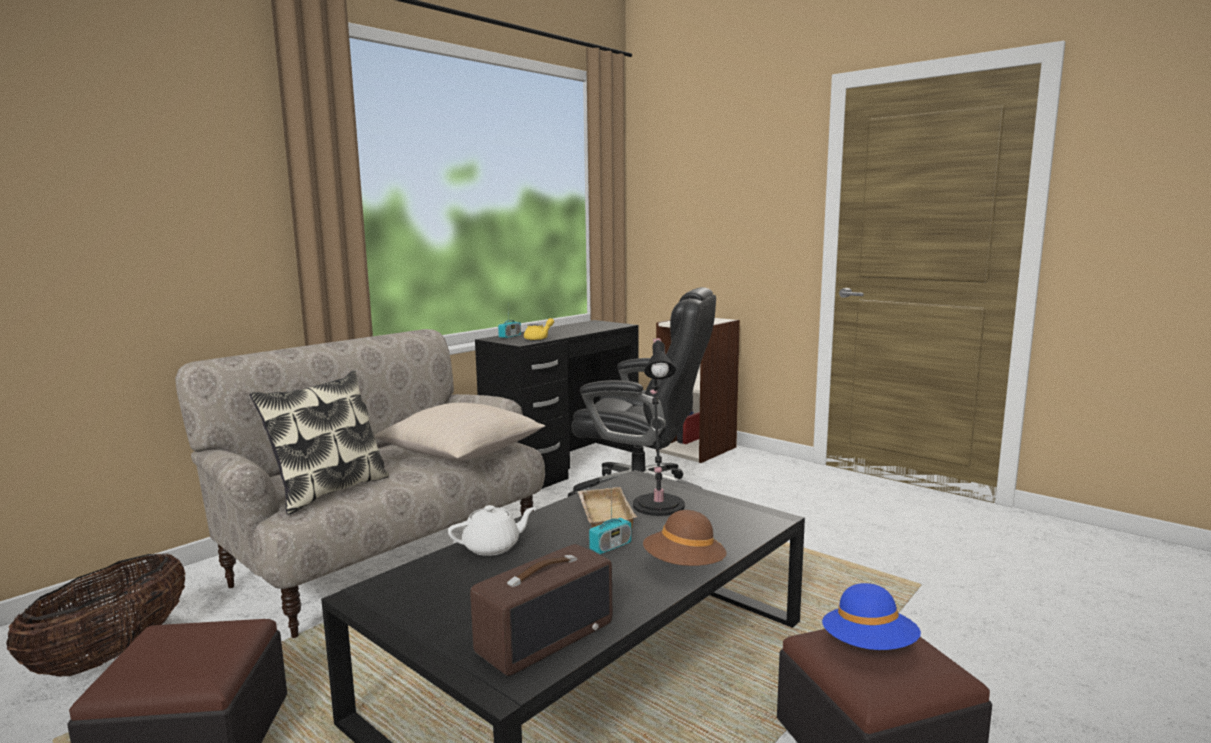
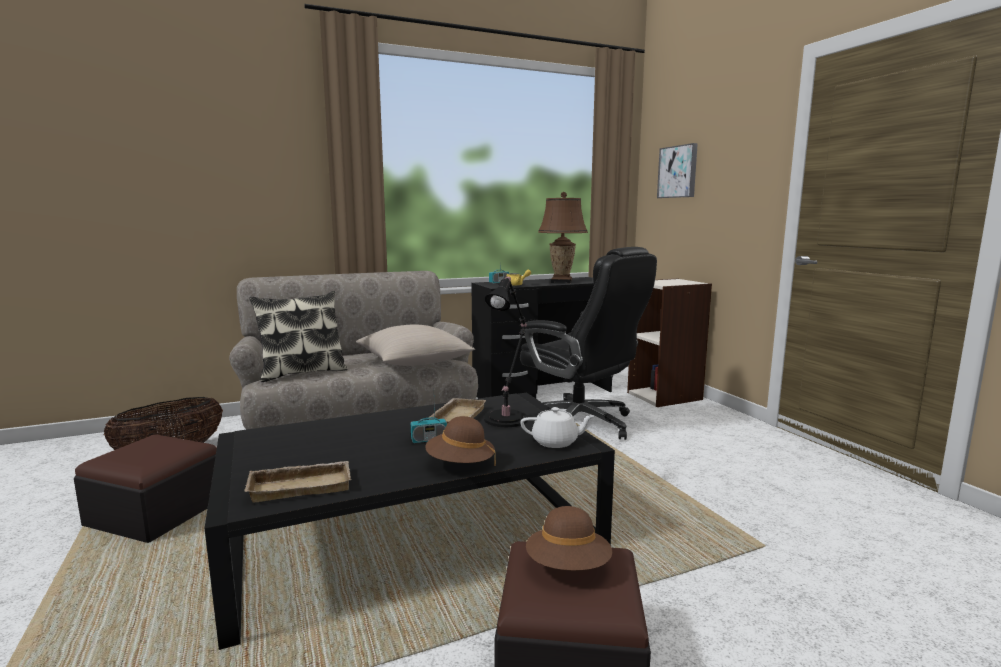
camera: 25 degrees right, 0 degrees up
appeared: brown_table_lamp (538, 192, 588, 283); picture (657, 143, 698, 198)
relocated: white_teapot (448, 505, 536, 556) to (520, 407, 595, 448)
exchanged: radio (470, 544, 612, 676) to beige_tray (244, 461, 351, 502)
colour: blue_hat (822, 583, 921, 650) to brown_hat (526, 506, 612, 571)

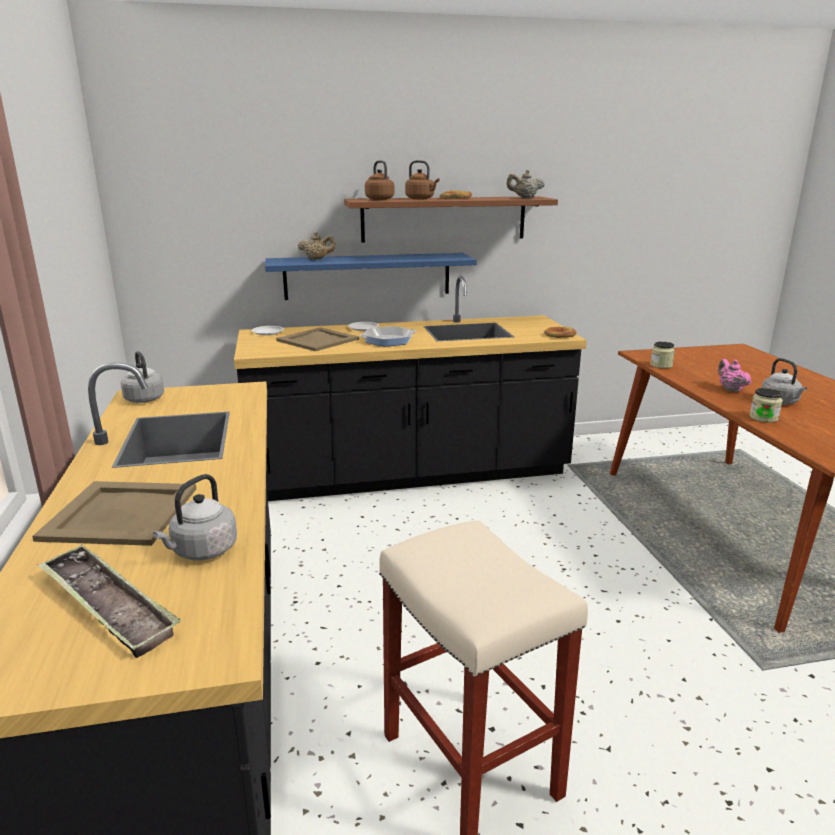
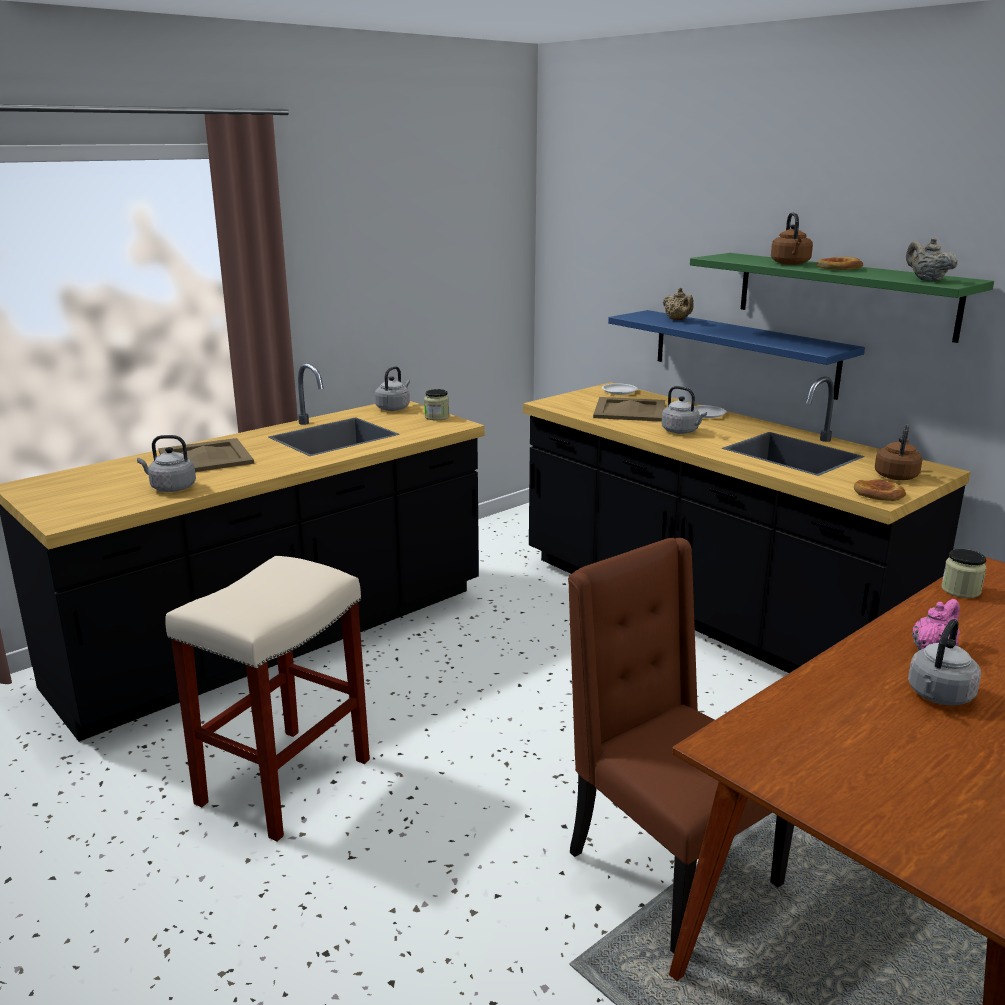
camera: 60 degrees right, 0 degrees up
missing: tray (38, 545, 181, 658)
appeared: brown_chair (568, 538, 794, 953)
relocated: jar (749, 388, 783, 423) to (424, 389, 449, 420); brown_kettle (365, 160, 394, 200) to (875, 425, 922, 480)
exchanged: frying_pan (360, 326, 417, 347) to grey_kettle (661, 386, 707, 434)
colour: brown_shelf (344, 196, 558, 242) to green_shelf (690, 253, 994, 343)

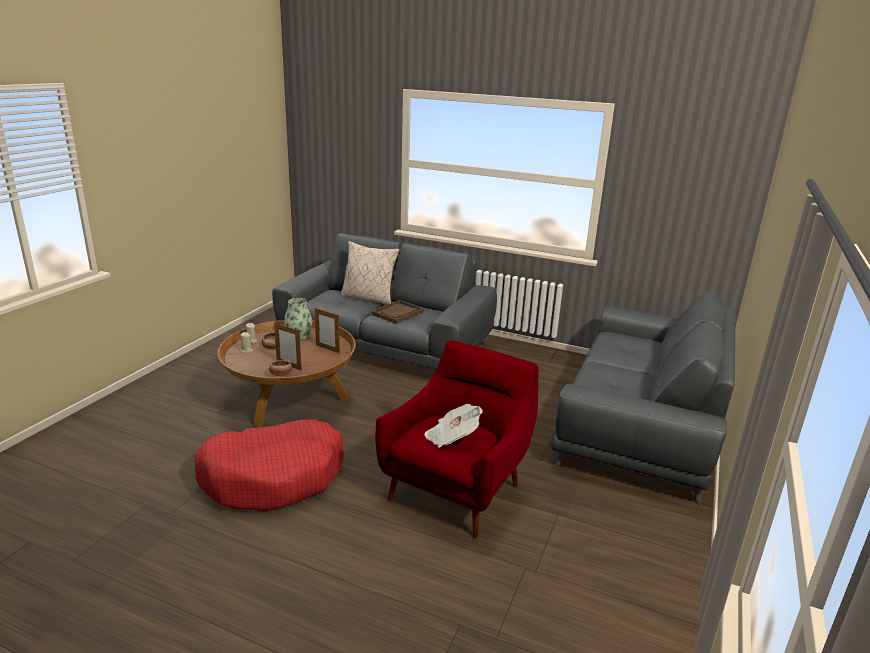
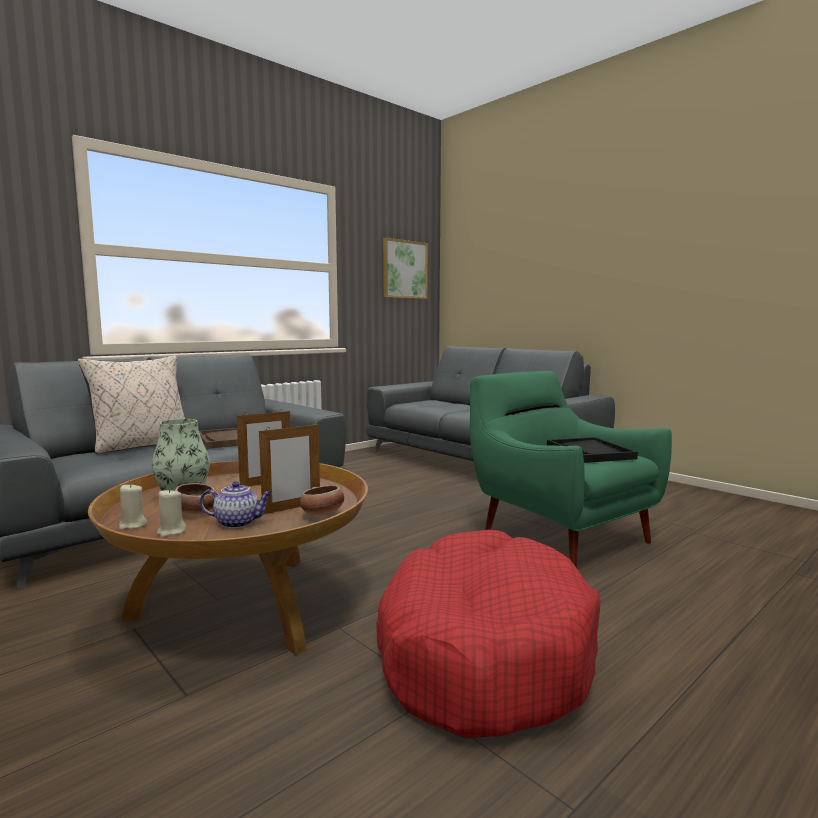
camera: 65 degrees left, 15 degrees down
appeared: teapot (200, 481, 272, 528); picture (383, 238, 428, 299)
exchanged: newspaper (424, 404, 483, 448) to black_tray (547, 437, 638, 463)
colour: red_armchair (376, 340, 538, 538) to green_armchair (470, 371, 672, 568)

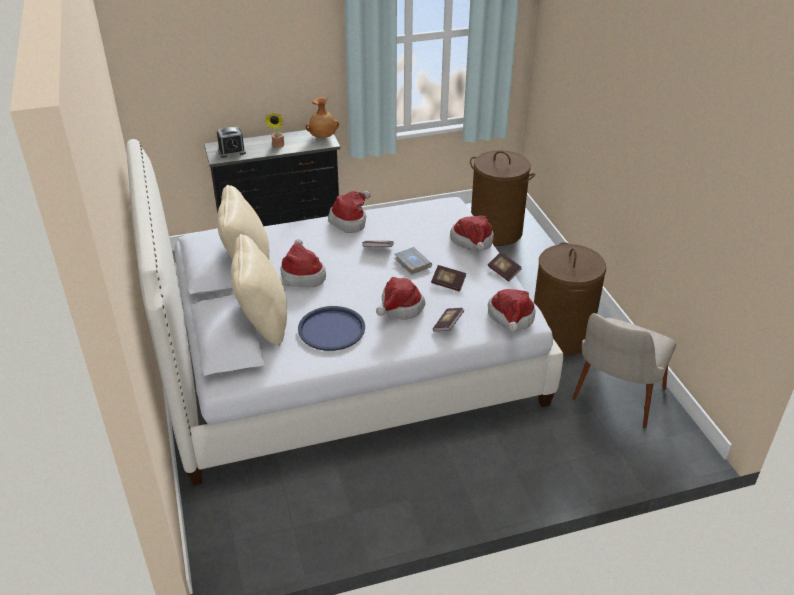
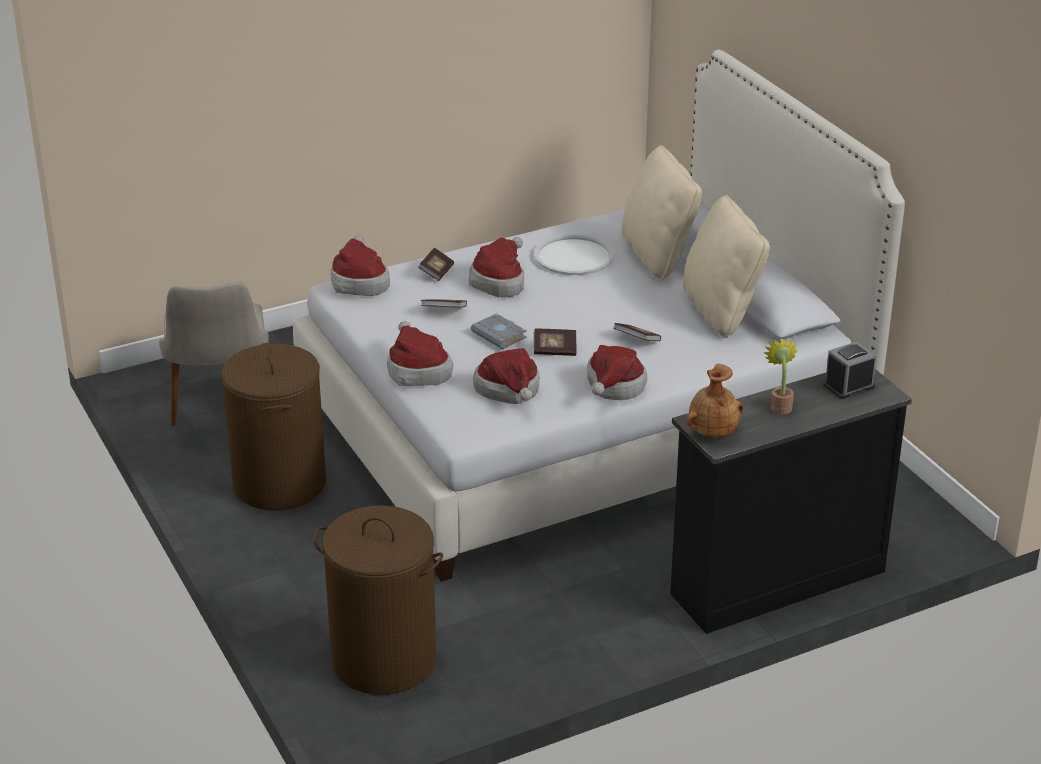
camera: 170 degrees right, 5 degrees down
relocated: hat (281, 239, 326, 287) to (473, 348, 540, 404); book (488, 252, 522, 282) to (613, 323, 661, 341)
colour: blue_tray (298, 306, 365, 351) to white_tray (534, 233, 614, 275)
spun: beige_chair (572, 313, 676, 428) = (159, 281, 269, 426) 150 degrees clockwise

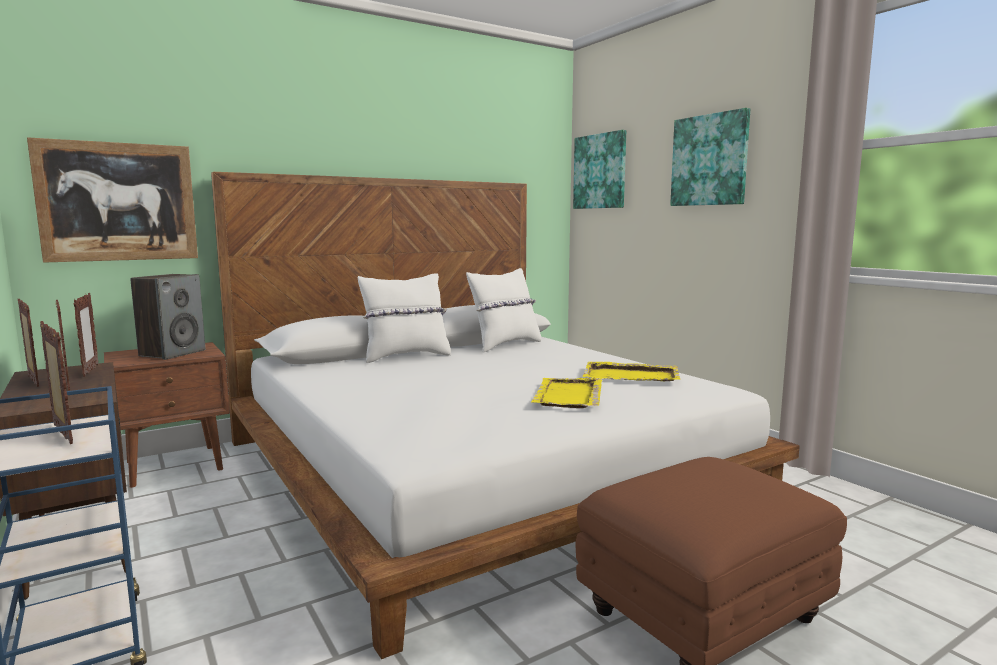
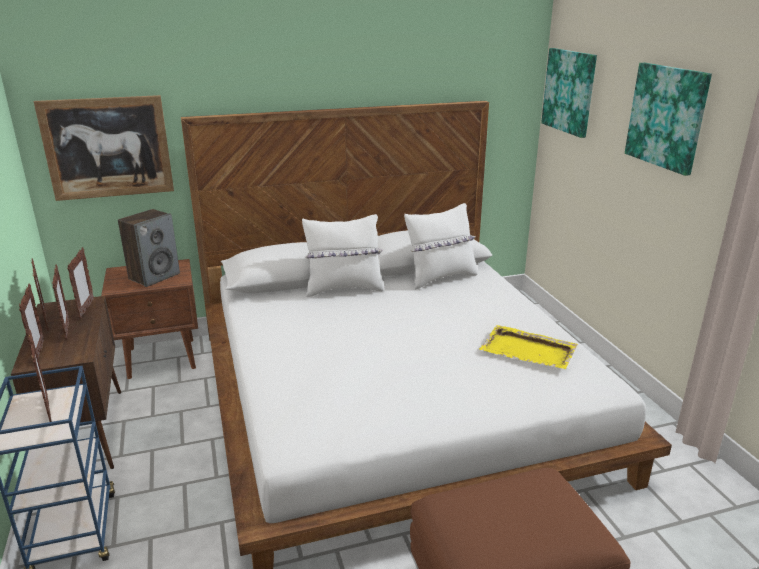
camera: 15 degrees right, 15 degrees up
missing: yellow_tray (531, 378, 602, 408)
appeared: picture_frame (19, 283, 44, 358)

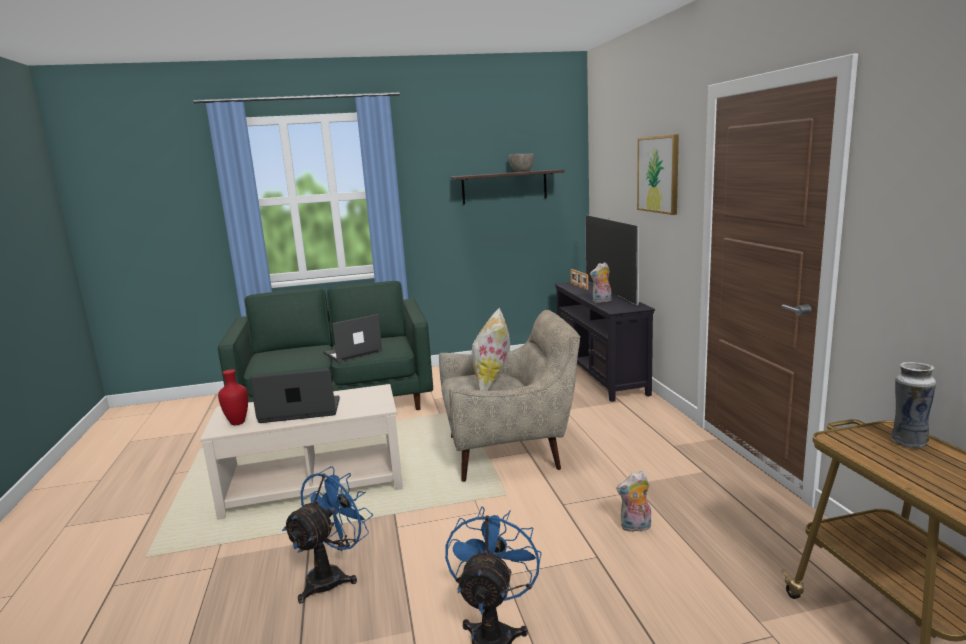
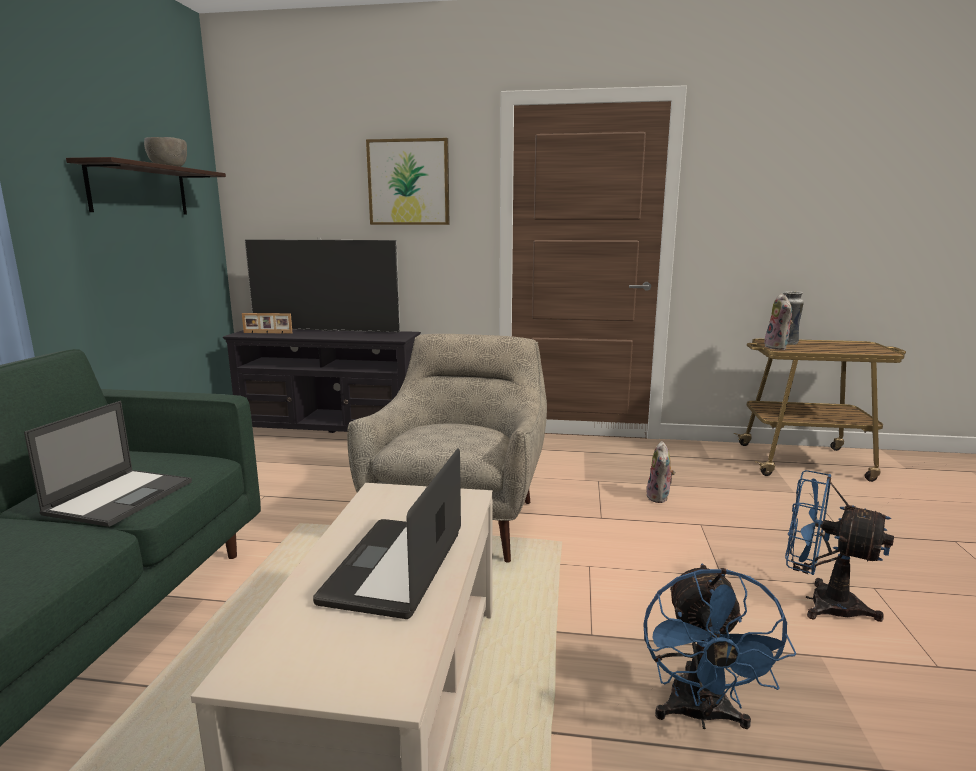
camera: 70 degrees left, 0 degrees up
missing: red_vase (218, 369, 248, 425); pillow (472, 307, 510, 391)
relocated: plush_toy (590, 262, 611, 303) to (764, 293, 793, 350)
spun: laptop (323, 314, 383, 362) = (24, 401, 192, 527) 150 degrees counterclockwise; blue_fan (282, 466, 373, 604) = (643, 564, 797, 729) 135 degrees counterclockwise

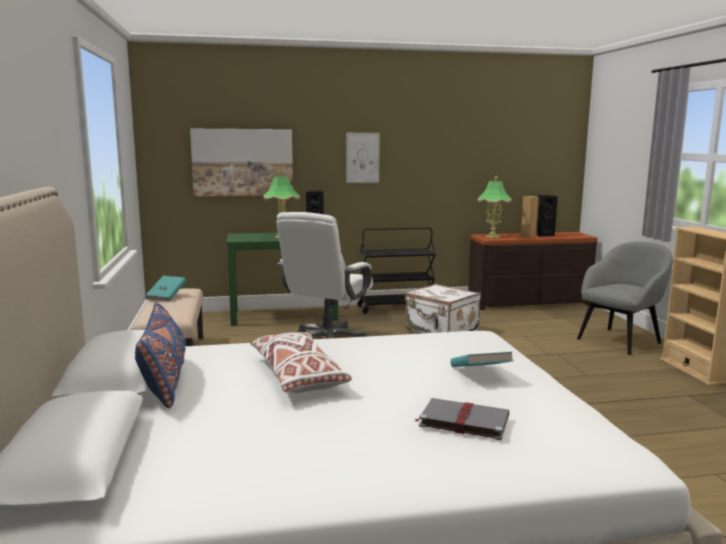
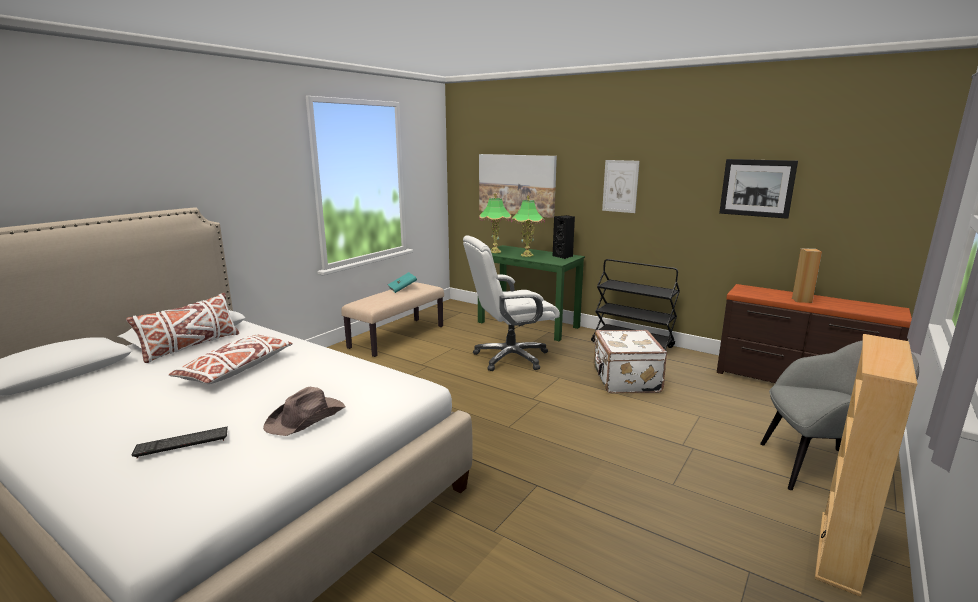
camera: 45 degrees right, 5 degrees up
missing: black_speaker (536, 195, 558, 236)
appeared: picture (719, 159, 798, 219)
relocated: table_lamp (478, 176, 512, 238) to (479, 194, 511, 253)
exchanged: grey_book (415, 398, 509, 440) to keyboard (131, 426, 228, 458); turquoise_book (450, 352, 514, 367) to brown_hat (263, 387, 346, 436)
colour: blue_pillow (135, 302, 185, 408) to white_pillow (126, 293, 239, 363)

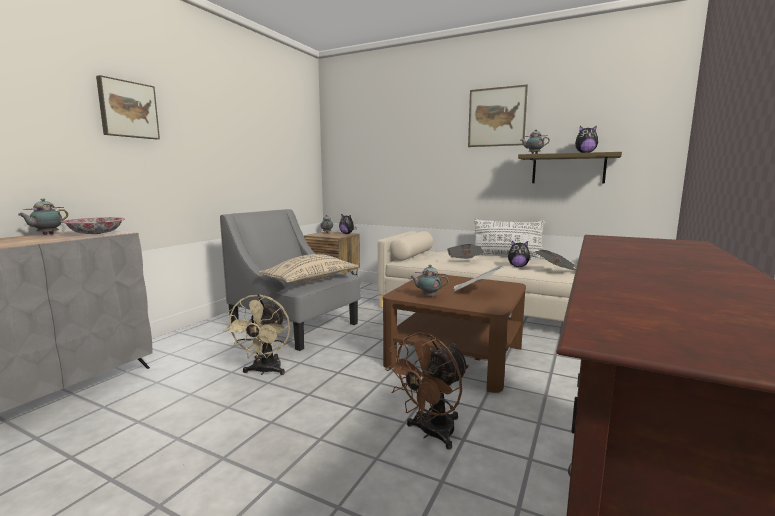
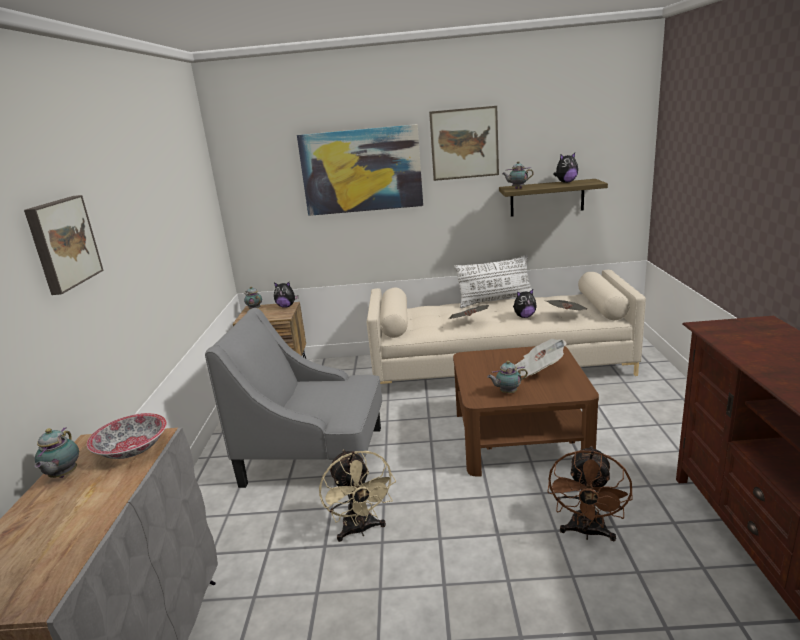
camera: 25 degrees left, 10 degrees up
missing: beige_pillow (259, 254, 358, 283)
appeared: picture (297, 124, 423, 216)

